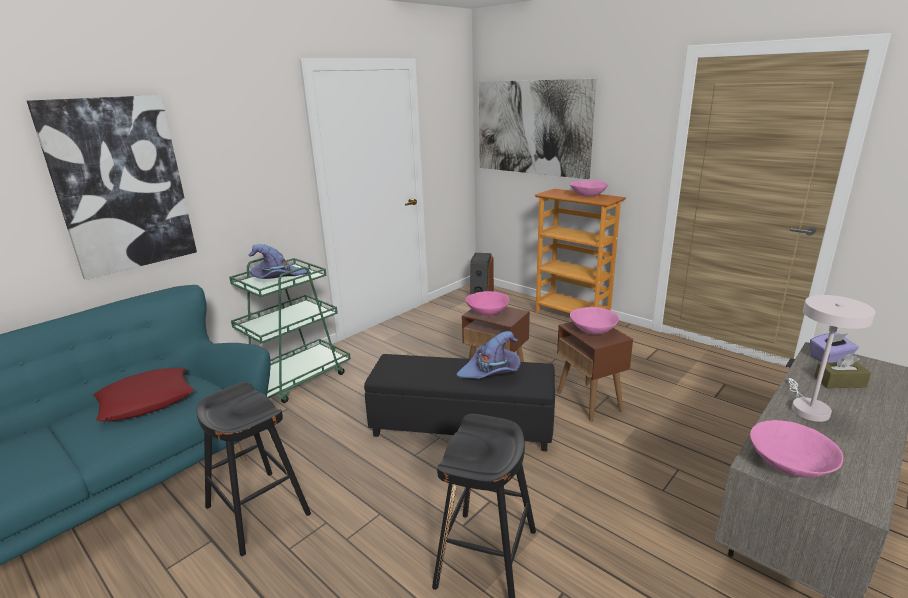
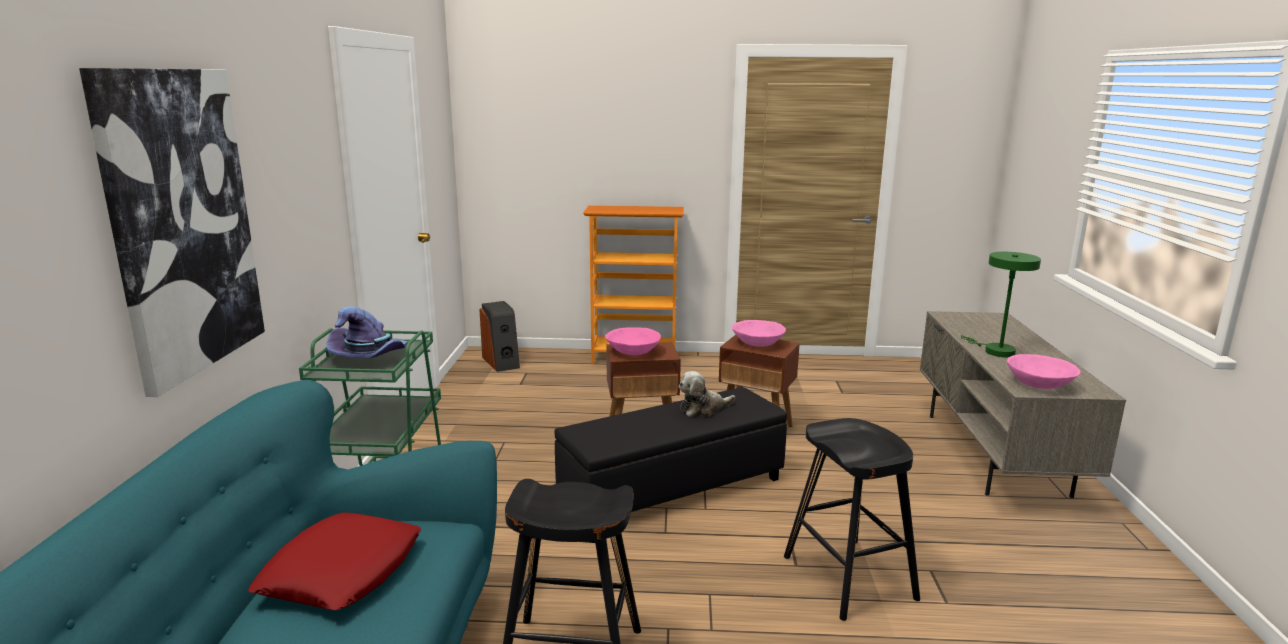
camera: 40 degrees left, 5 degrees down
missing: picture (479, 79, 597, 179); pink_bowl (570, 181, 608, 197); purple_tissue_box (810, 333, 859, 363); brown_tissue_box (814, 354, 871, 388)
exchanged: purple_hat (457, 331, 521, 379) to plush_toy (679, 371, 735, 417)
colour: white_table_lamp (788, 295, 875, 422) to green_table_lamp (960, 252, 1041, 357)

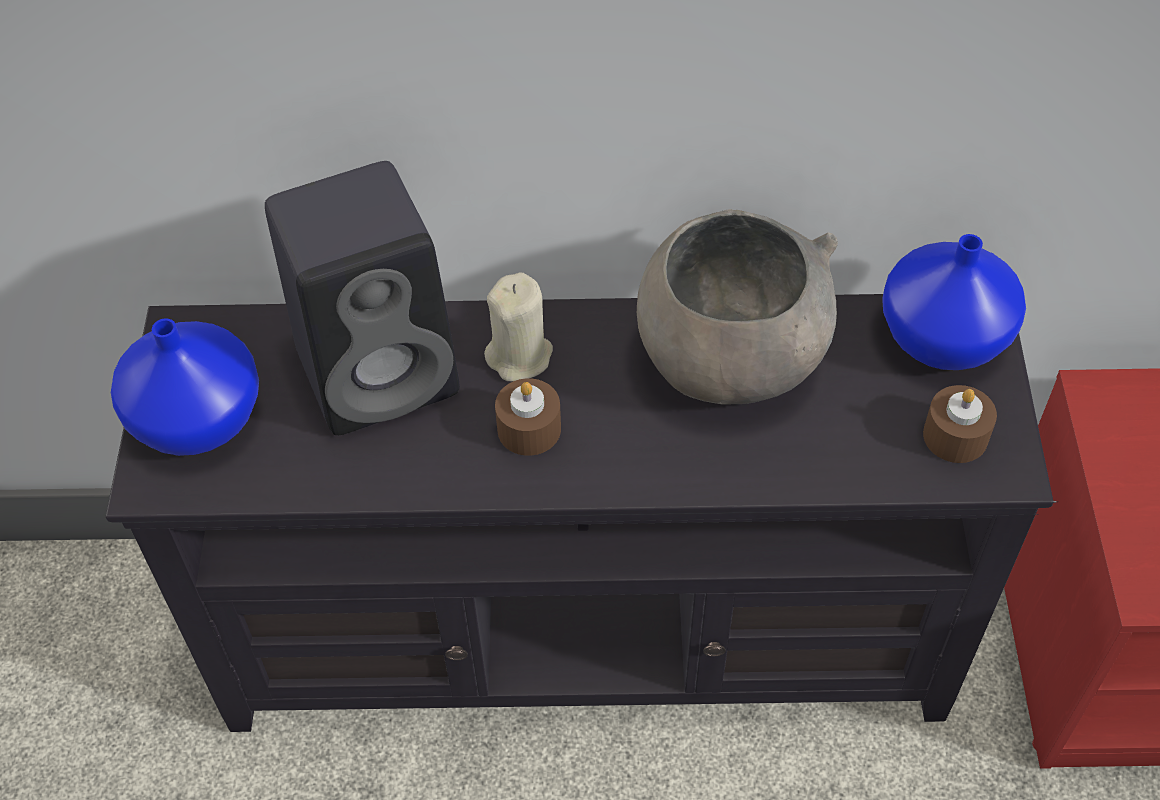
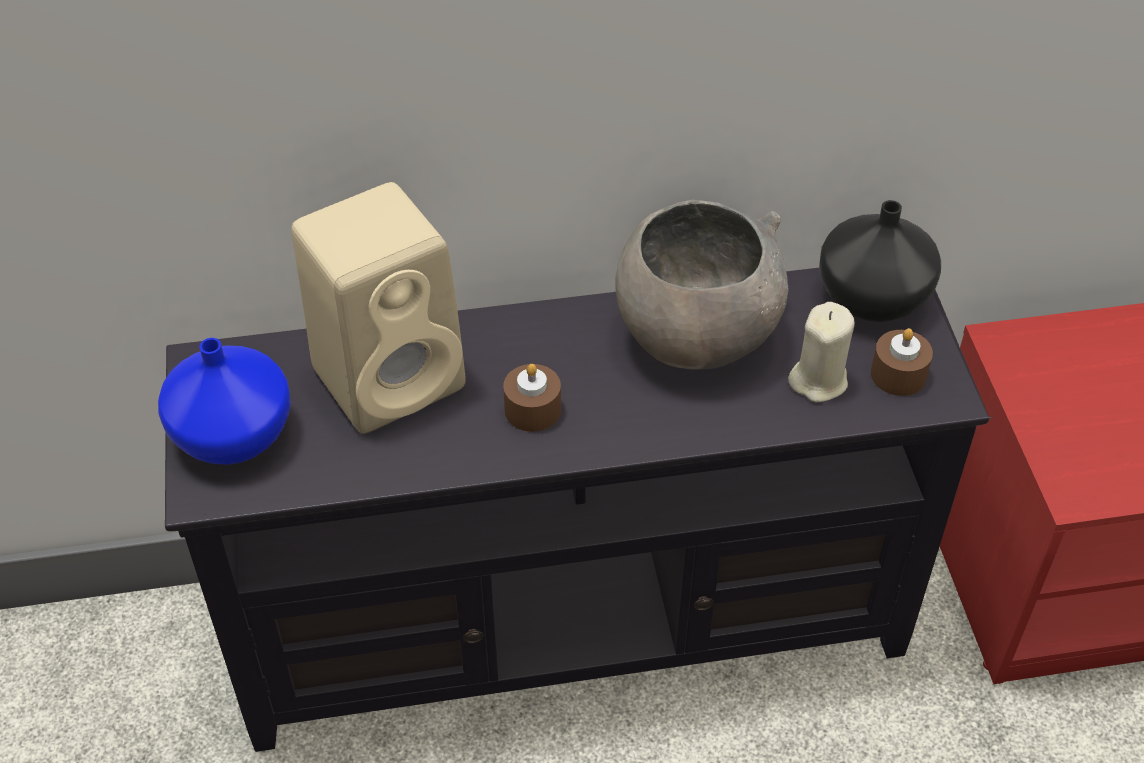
camera: 10 degrees left, 5 degrees down
relocated: beige_candle (484, 272, 553, 381) to (788, 302, 855, 402)
colour: black_speaker (265, 161, 460, 435) to beige_speaker (291, 182, 466, 434); blue_vase (882, 234, 1026, 370) to black_vase (819, 200, 941, 322)

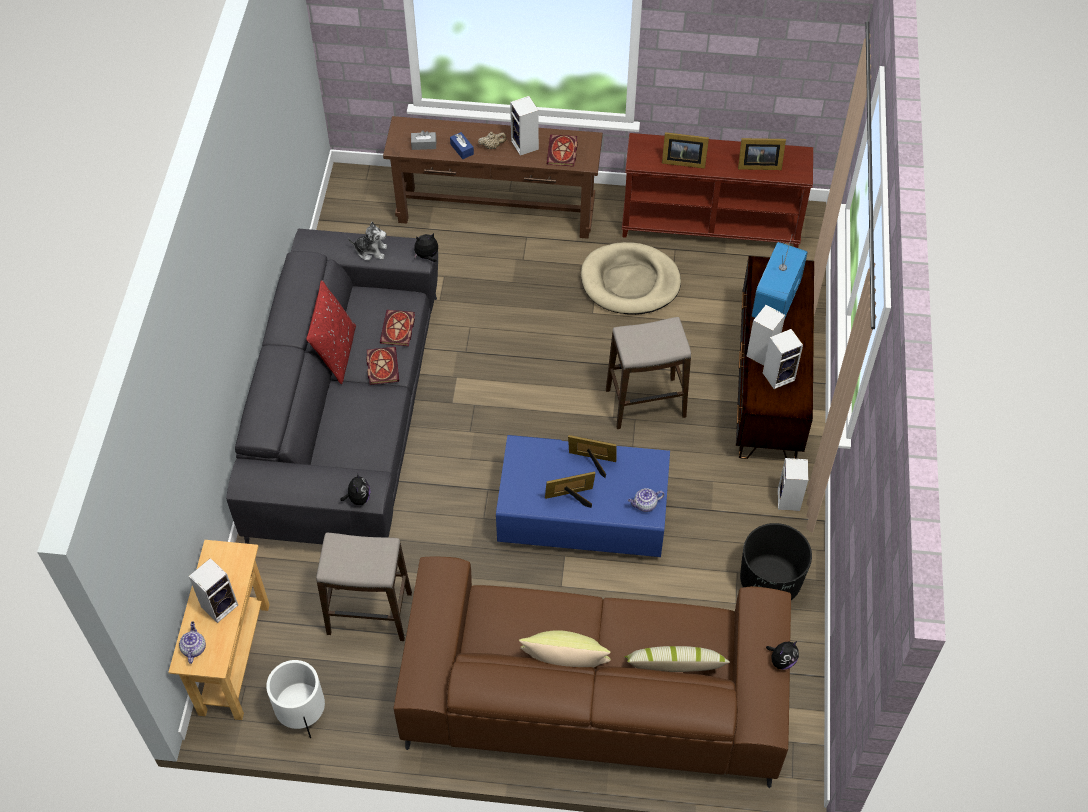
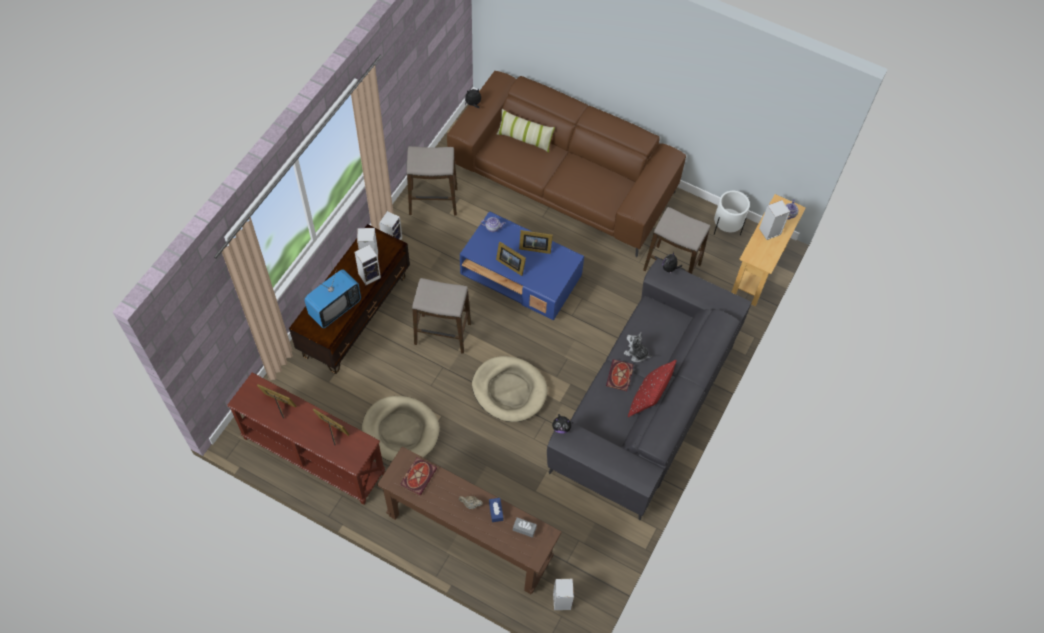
camera: 160 degrees left, 5 degrees up
missing: book (380, 310, 415, 346); yellow_pillow (519, 630, 611, 667)
appeared: beige_dog_bed (472, 356, 548, 422)
relocated: speaker (510, 96, 539, 156) to (553, 579, 574, 610); plush_toy (348, 222, 387, 261) to (624, 332, 652, 362)
exchanged: black_planter (740, 523, 812, 600) to stool (407, 146, 458, 216)

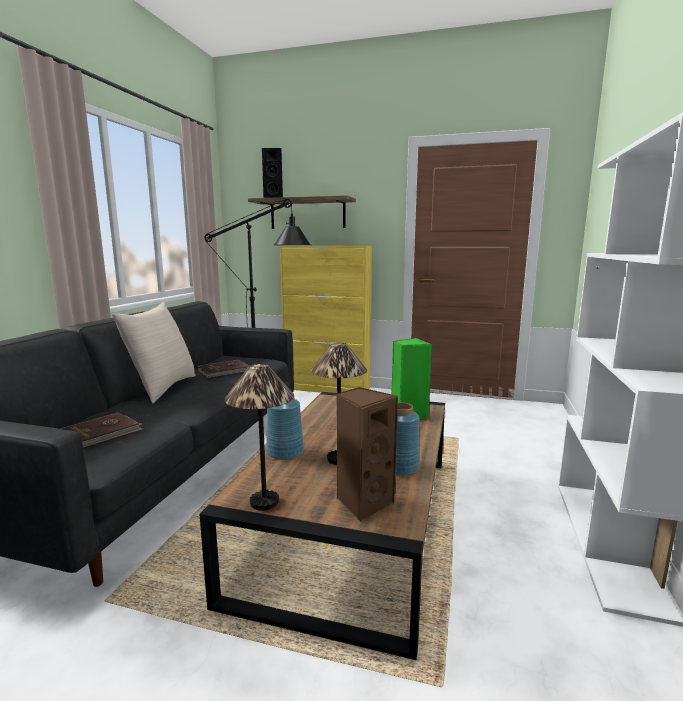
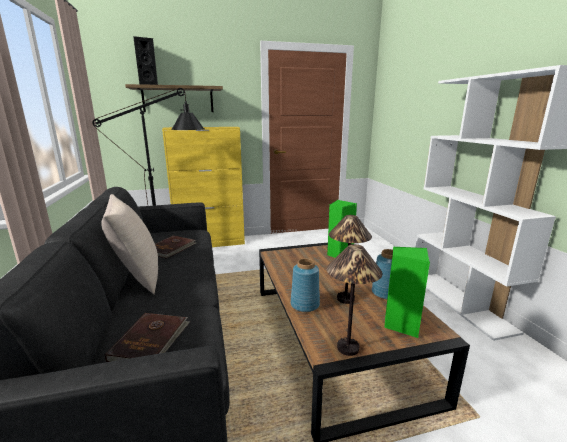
camera: 30 degrees left, 5 degrees up
colour: brown_speaker (337, 387, 398, 521) to green_speaker (385, 247, 430, 338)

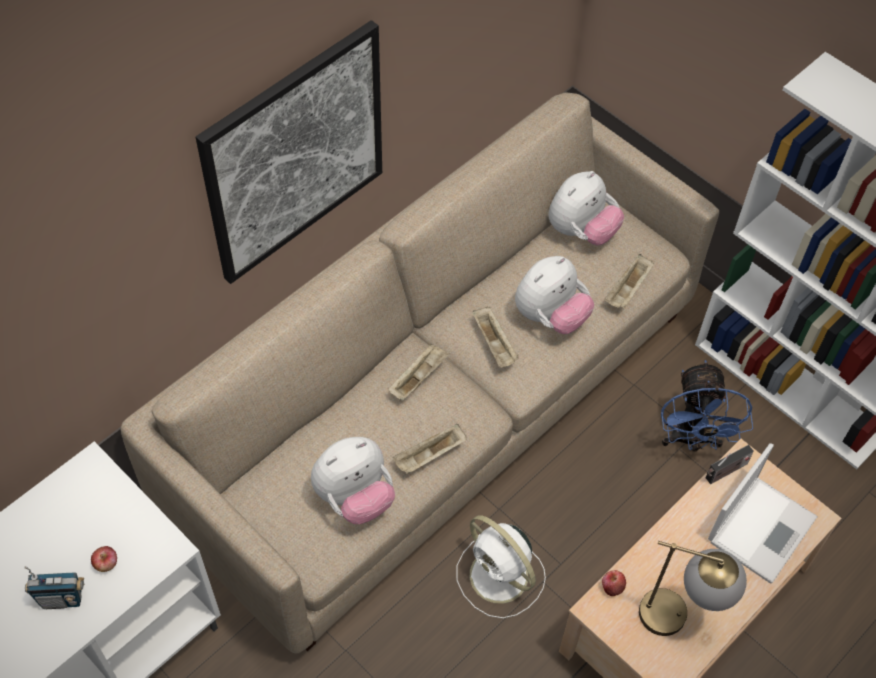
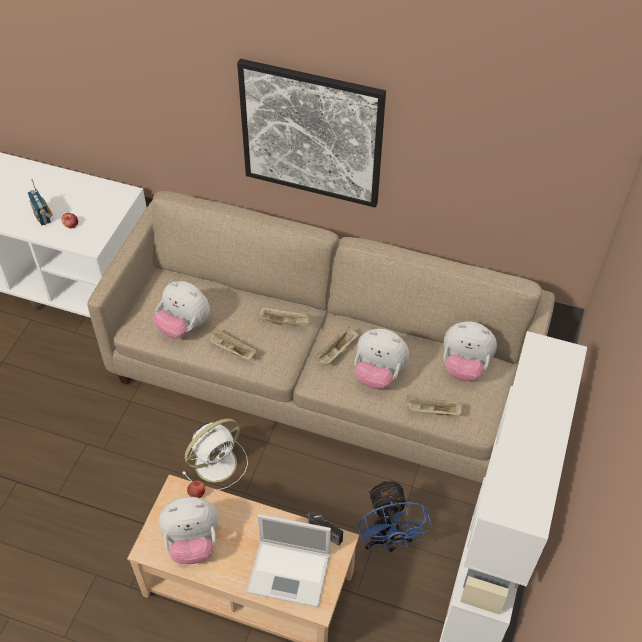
camera: 65 degrees right, 5 degrees down
exchanged: table_lamp (639, 541, 747, 636) to plush_toy (159, 497, 218, 564)
spun: white_fan (456, 515, 546, 618) = (182, 419, 248, 490) 150 degrees counterclockwise; blue_fan (661, 360, 753, 452) = (358, 478, 432, 552) 75 degrees counterclockwise

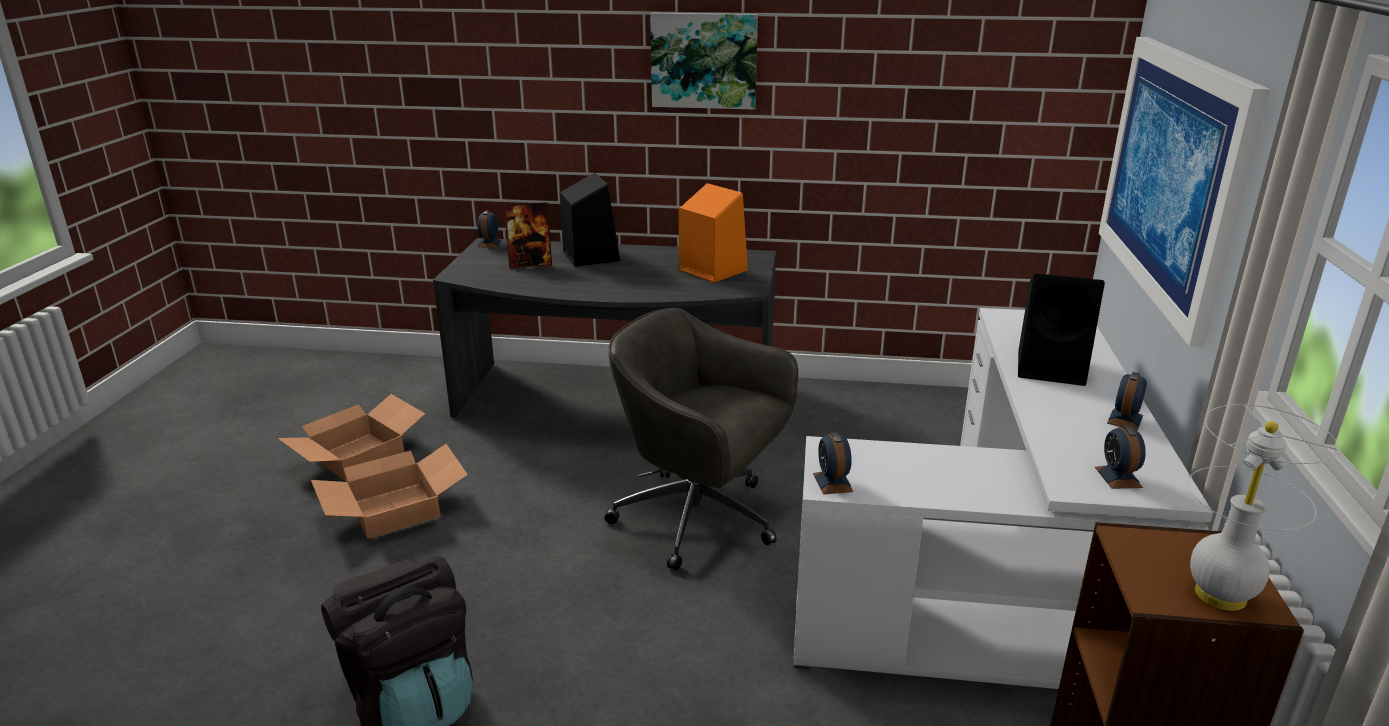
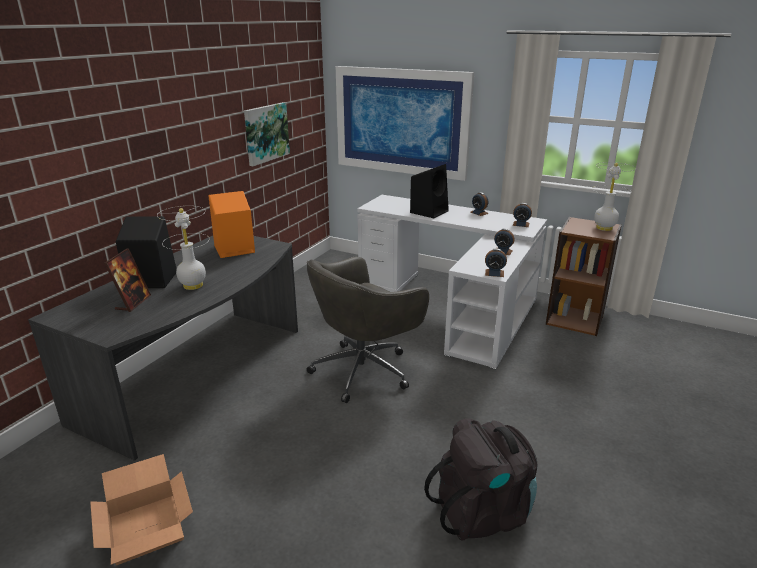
camera: 70 degrees left, 0 degrees up
missing: cardboard_box (311, 444, 468, 539)
appeared: white_table_lamp (157, 206, 210, 290)
relocated: picture (650, 13, 758, 110) to (244, 102, 290, 166); alarm_clock (477, 211, 502, 248) to (494, 228, 514, 255)

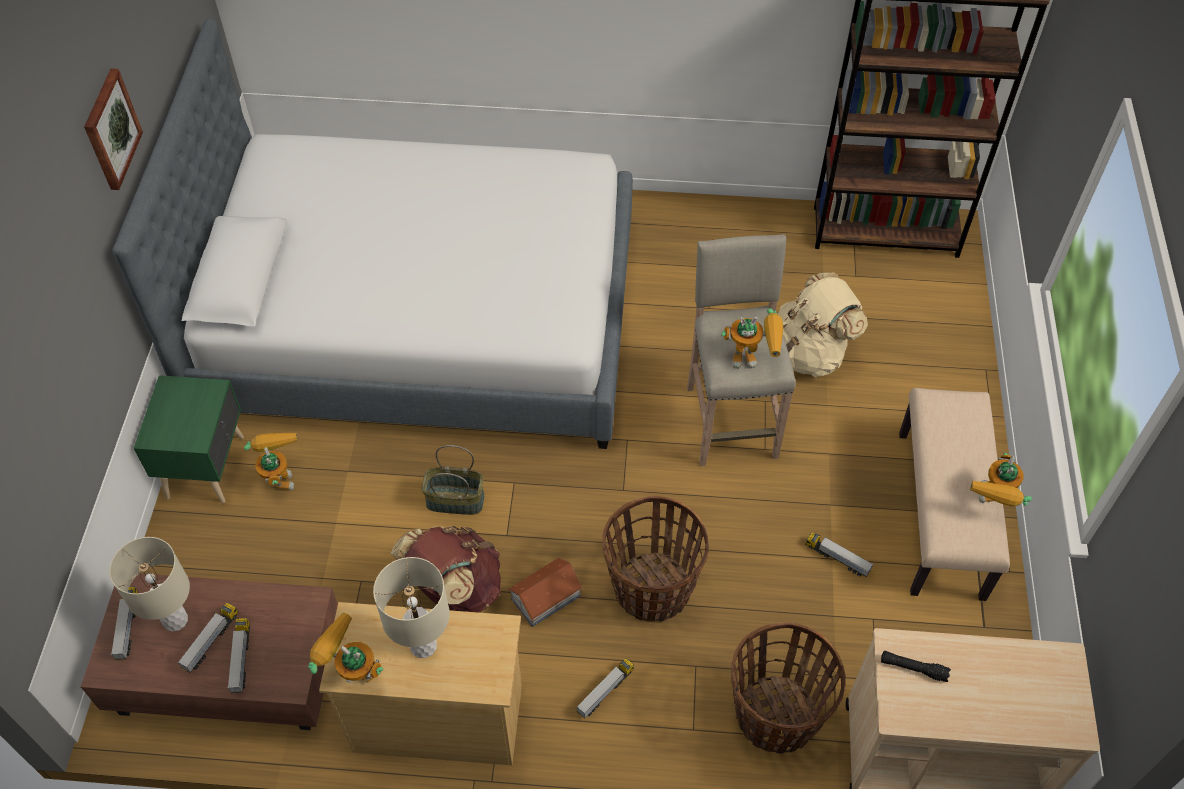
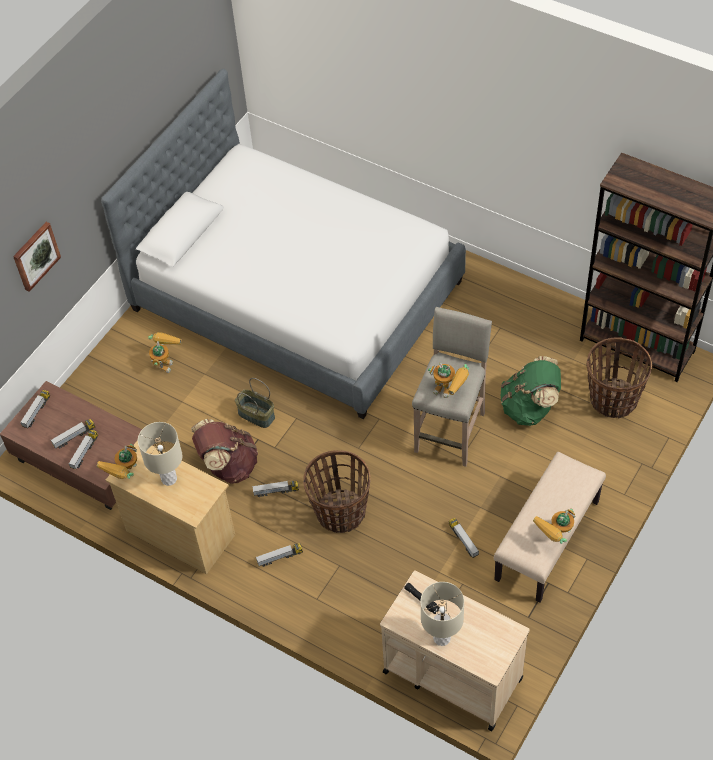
camera: 30 degrees right, 0 degrees up
missing: green_nightstand (134, 375, 244, 503)
relocated: picture (84, 69, 143, 190) to (13, 222, 61, 292); beige_table_lamp (109, 537, 190, 632) to (420, 582, 464, 646); basket (731, 622, 845, 754) to (587, 337, 652, 418)
exchanged: toy_house (508, 557, 583, 627) to toy_truck (252, 481, 299, 497)
colour: beige_backpack (777, 272, 868, 378) to green_backpack (501, 356, 561, 426)
spun: toy_robot (308, 612, 383, 683) = (97, 444, 137, 479) 120 degrees counterclockwise

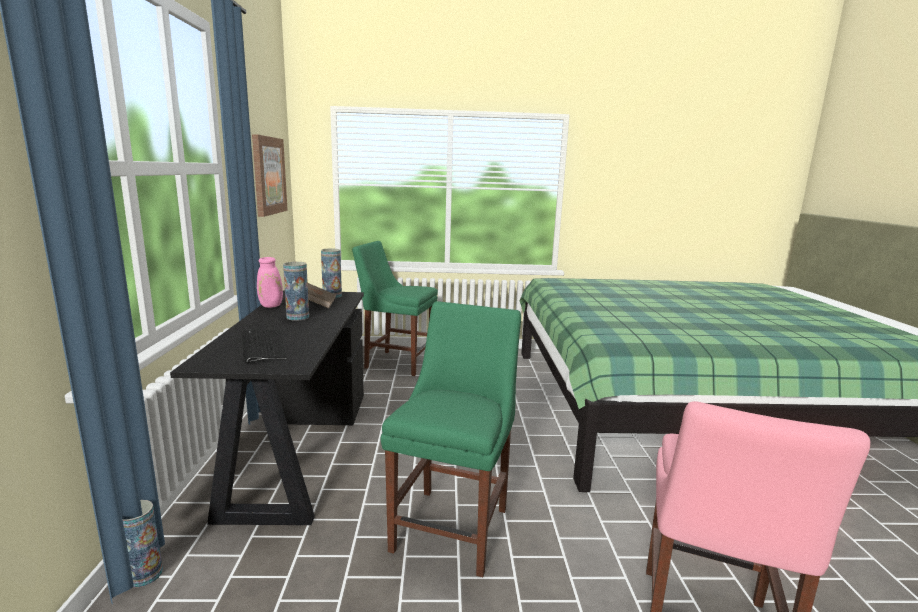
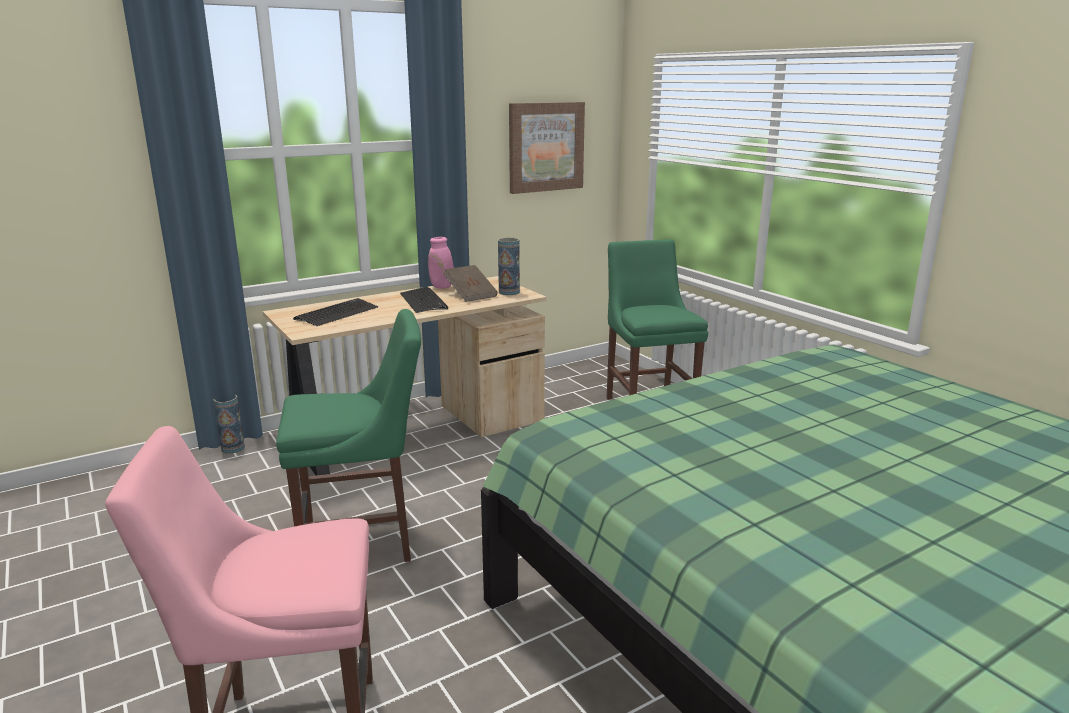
camera: 60 degrees right, 5 degrees up
exchanged: vase (283, 262, 309, 321) to keyboard (400, 287, 448, 313)
colour: black_desk (170, 290, 364, 525) to beige_desk (263, 276, 546, 475)

